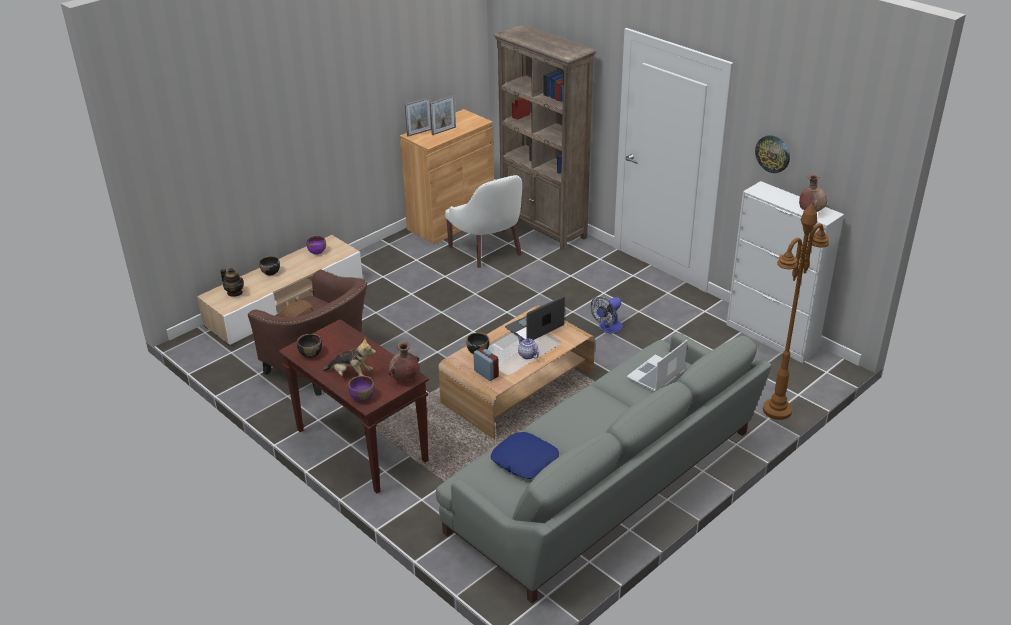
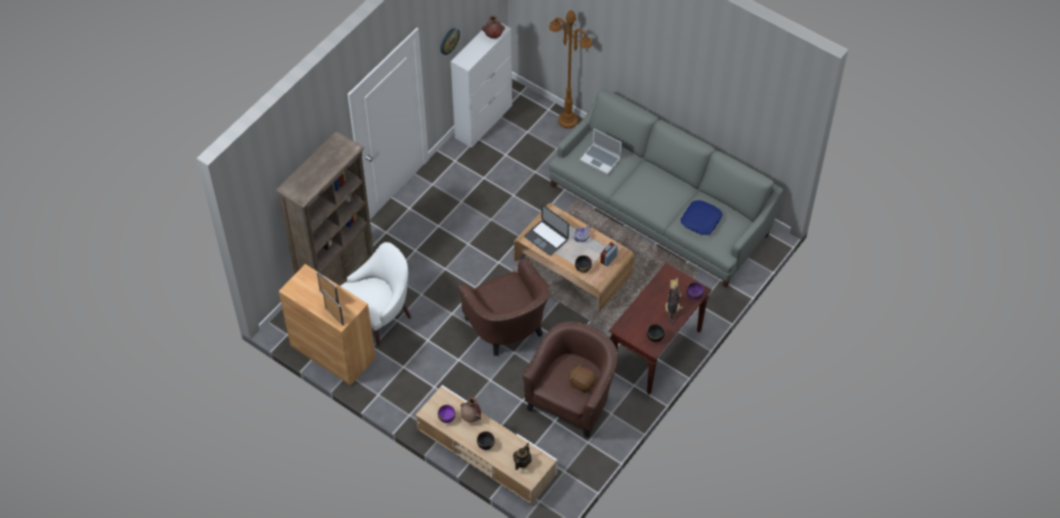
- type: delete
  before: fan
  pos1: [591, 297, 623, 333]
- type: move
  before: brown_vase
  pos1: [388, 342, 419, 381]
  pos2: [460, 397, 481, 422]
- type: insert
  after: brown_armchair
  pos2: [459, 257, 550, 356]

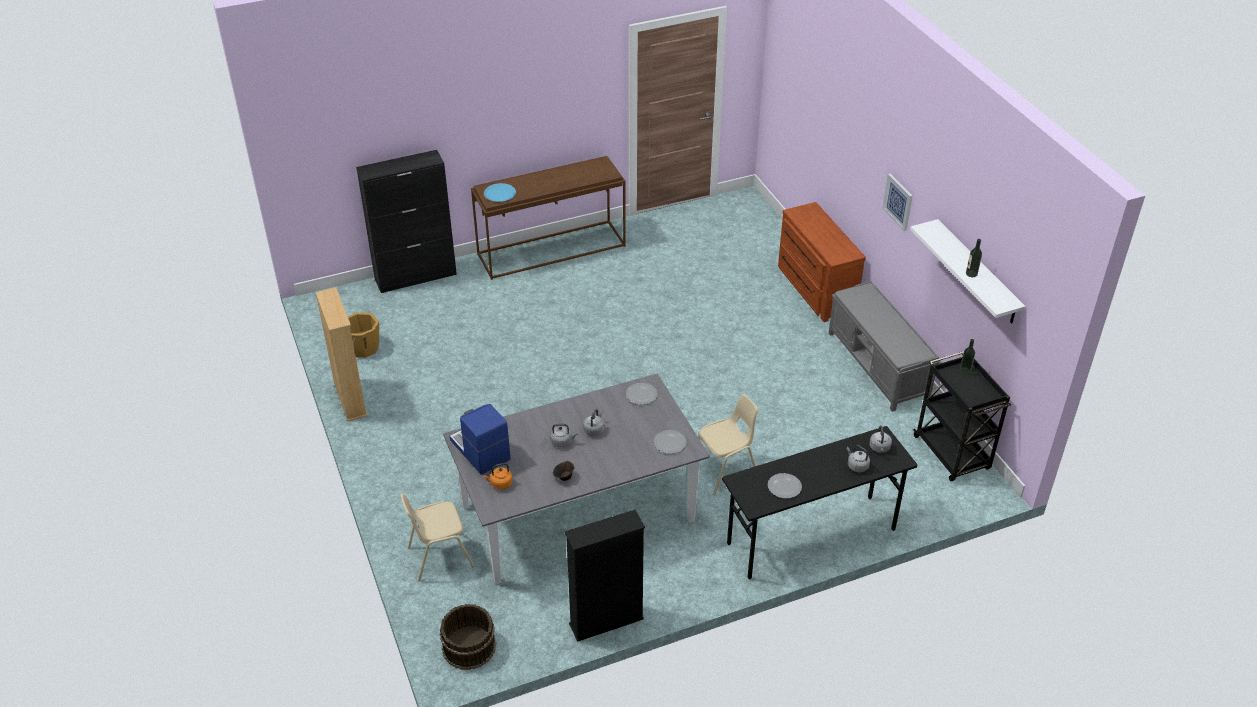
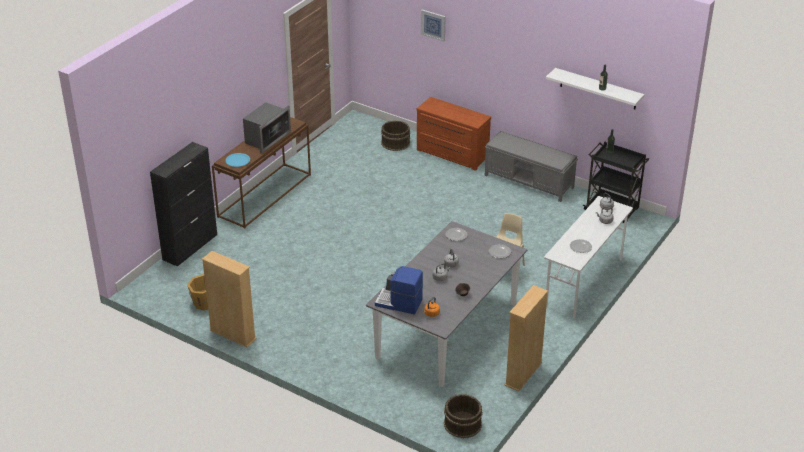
- type: move
  before: picture
  pos1: [882, 173, 913, 231]
  pos2: [421, 10, 446, 42]
- type: recolor
  before: black_desk
  after: white_desk
  pos1: [722, 426, 917, 579]
  pos2: [544, 196, 633, 318]
- type: delete
  before: beige_chair
  pos1: [400, 494, 474, 581]
- type: recolor
  before: black_bookcase
  after: beige_bookcase
  pos1: [564, 510, 645, 642]
  pos2: [505, 285, 548, 391]
- type: insert
  after: microwave
  pos2: [243, 102, 291, 153]
- type: insert
  after: brown_bucket
  pos2: [381, 121, 410, 151]

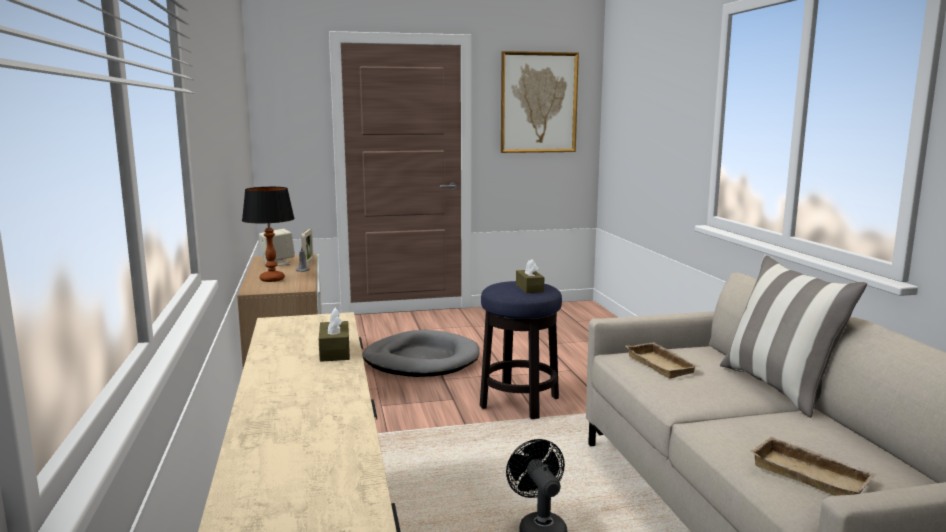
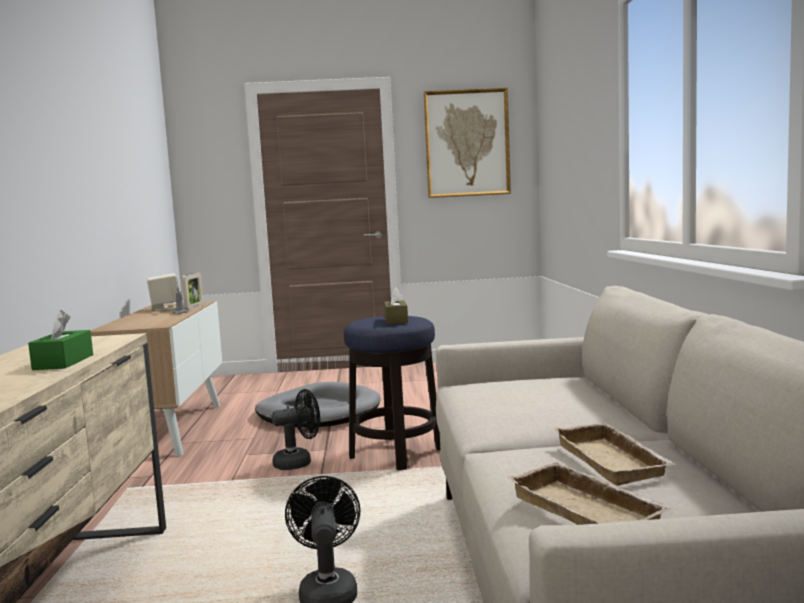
- type: delete
  before: table_lamp
  pos1: [242, 187, 295, 282]
- type: delete
  before: pillow
  pos1: [720, 255, 867, 418]
- type: recolor
  before: brown_tissue_box
  after: green_tissue_box
  pos1: [319, 307, 350, 362]
  pos2: [28, 310, 93, 370]
- type: move
  before: beige_tray
  pos1: [626, 342, 701, 379]
  pos2: [553, 423, 677, 486]
- type: insert
  after: black_fan
  pos2: [272, 389, 320, 470]

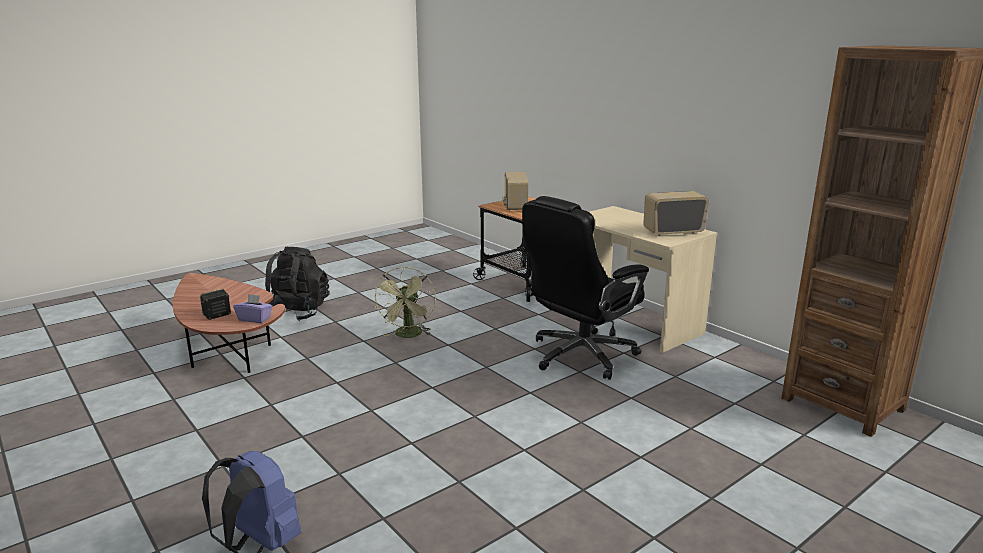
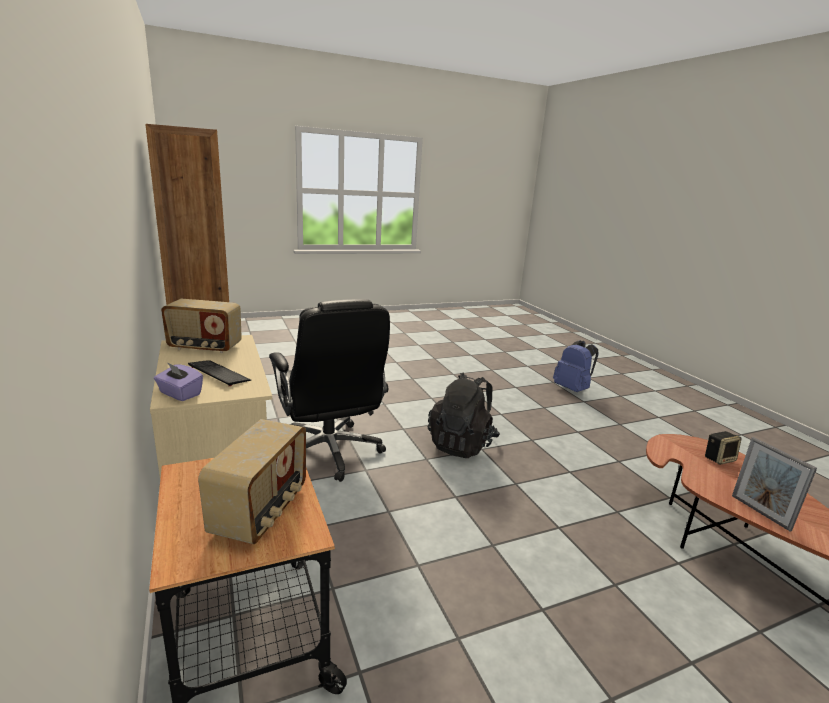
- type: rotate
  before: black_office_chair
  pos1: [522, 196, 649, 380]
  pos2: [269, 299, 390, 482]
  turn: 90
- type: move
  before: black_backpack
  pos1: [265, 247, 330, 321]
  pos2: [428, 373, 500, 458]
- type: delete
  before: green_fan
  pos1: [375, 266, 436, 338]
- type: move
  before: purple_tissue_box
  pos1: [233, 294, 272, 323]
  pos2: [154, 362, 203, 401]
- type: insert
  after: keyboard
  pos2: [188, 360, 251, 386]
- type: insert
  after: picture_frame
  pos2: [732, 437, 817, 532]

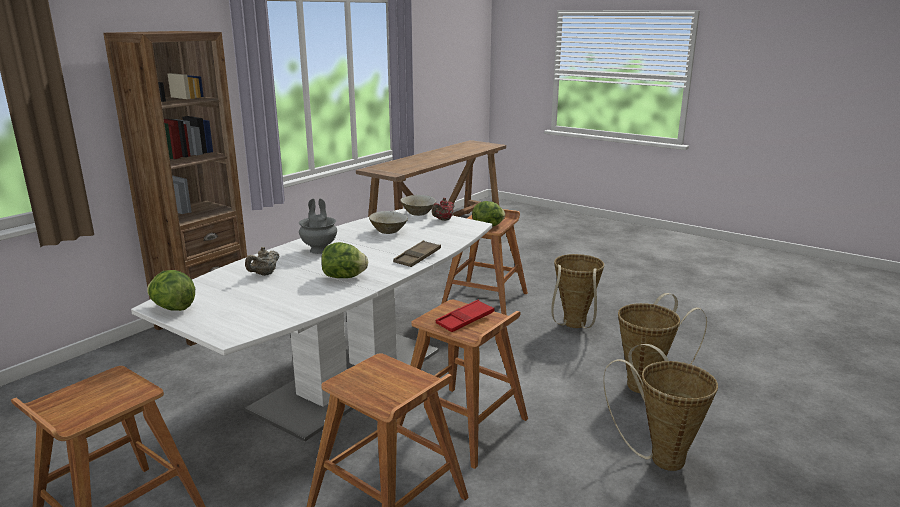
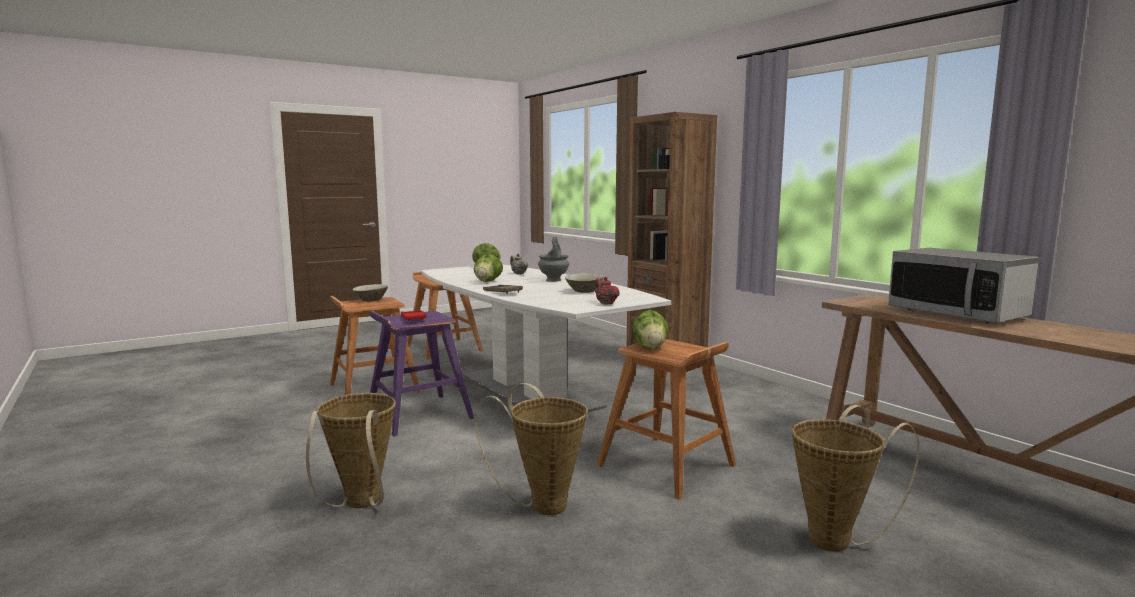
- type: move
  before: beige_bowl
  pos1: [401, 195, 436, 216]
  pos2: [352, 284, 388, 302]
- type: recolor
  before: brown_stool
  after: purple_stool
  pos1: [396, 300, 528, 469]
  pos2: [370, 311, 474, 436]
- type: move
  before: basket
  pos1: [603, 344, 718, 471]
  pos2: [792, 405, 920, 552]
- type: insert
  after: microwave
  pos2: [888, 248, 1039, 323]

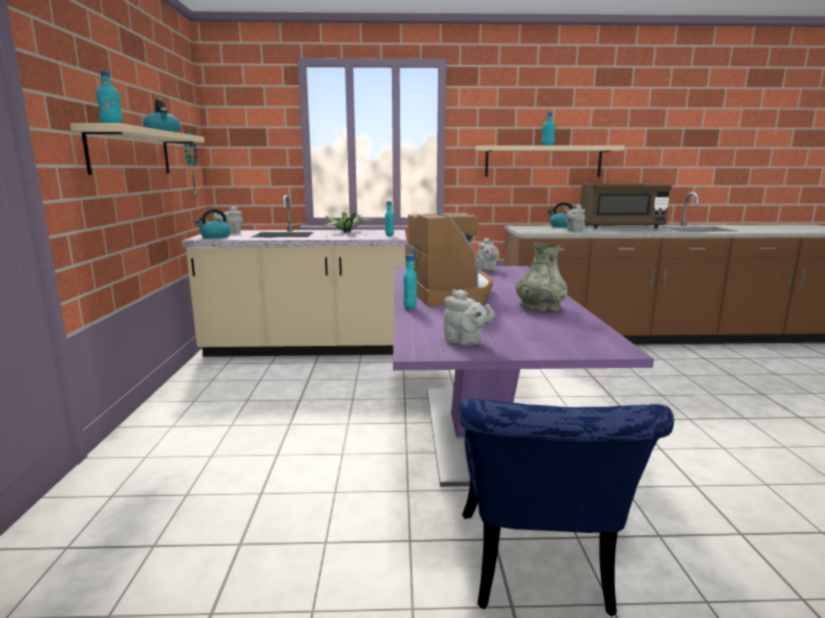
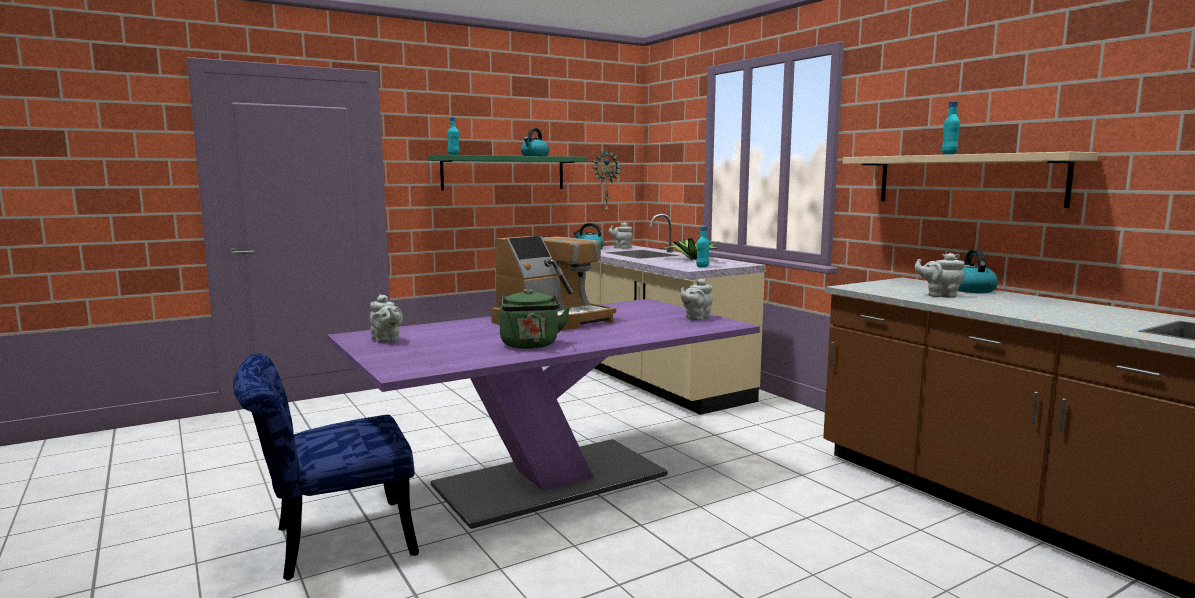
- type: recolor
  before: beige_shelf
  after: green_shelf
  pos1: [70, 123, 205, 175]
  pos2: [427, 155, 588, 191]
- type: delete
  before: brown_microwave
  pos1: [580, 184, 672, 228]
- type: replace
  before: grey_vase
  after: green_kettle
  pos1: [516, 243, 567, 312]
  pos2: [499, 289, 570, 349]
- type: delete
  before: turquoise_bottle
  pos1: [403, 254, 417, 310]
- type: rotate
  before: grey_teapot
  pos1: [443, 289, 495, 346]
  pos2: [370, 294, 403, 342]
  turn: -45

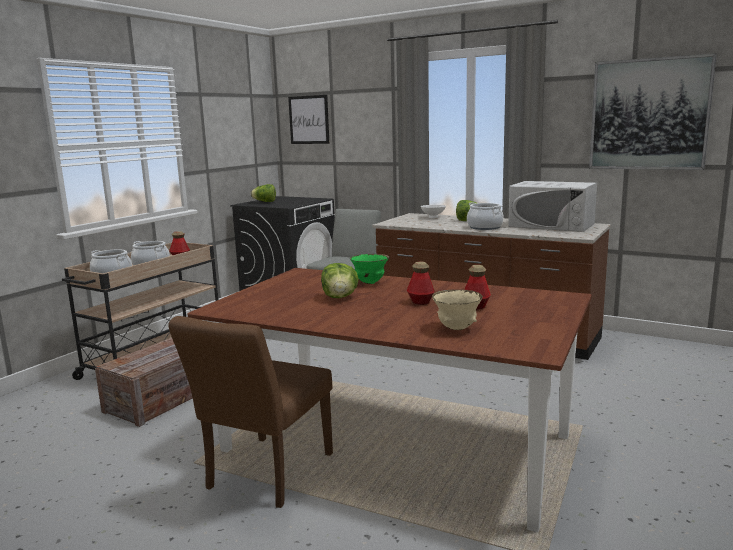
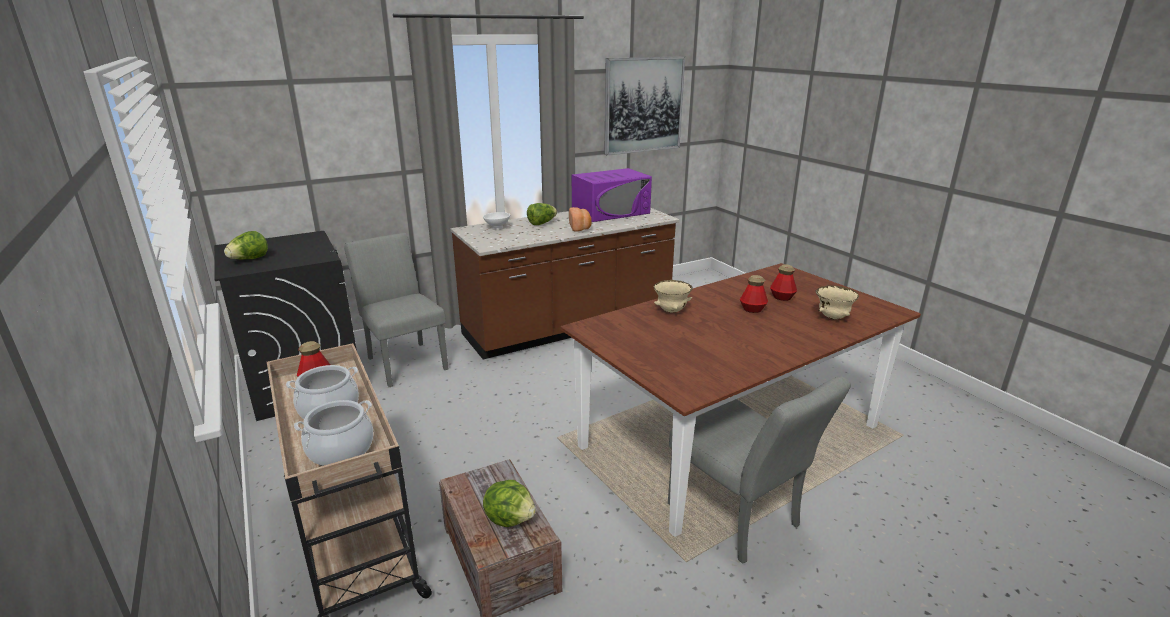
- type: delete
  before: picture
  pos1: [288, 95, 329, 144]
- type: recolor
  before: white_microwave
  after: purple_microwave
  pos1: [508, 181, 597, 232]
  pos2: [572, 168, 652, 222]
- type: replace
  before: cooking_pot
  after: bread
  pos1: [467, 202, 504, 230]
  pos2: [569, 207, 592, 232]
- type: recolor
  before: green_bowl
  after: beige_bowl
  pos1: [350, 254, 390, 284]
  pos2: [654, 280, 693, 313]
- type: move
  before: lettuce
  pos1: [321, 263, 359, 298]
  pos2: [483, 480, 536, 527]
- type: recolor
  before: brown_chair
  after: grey_chair
  pos1: [168, 316, 333, 508]
  pos2: [668, 376, 851, 564]

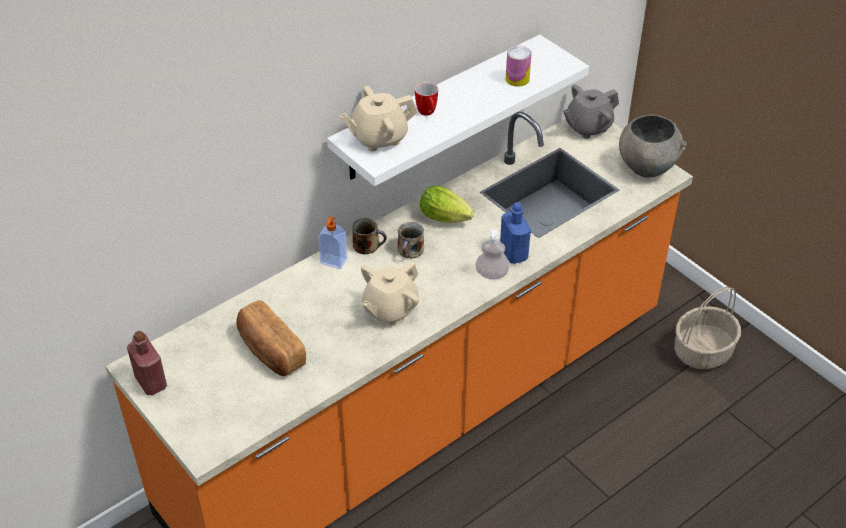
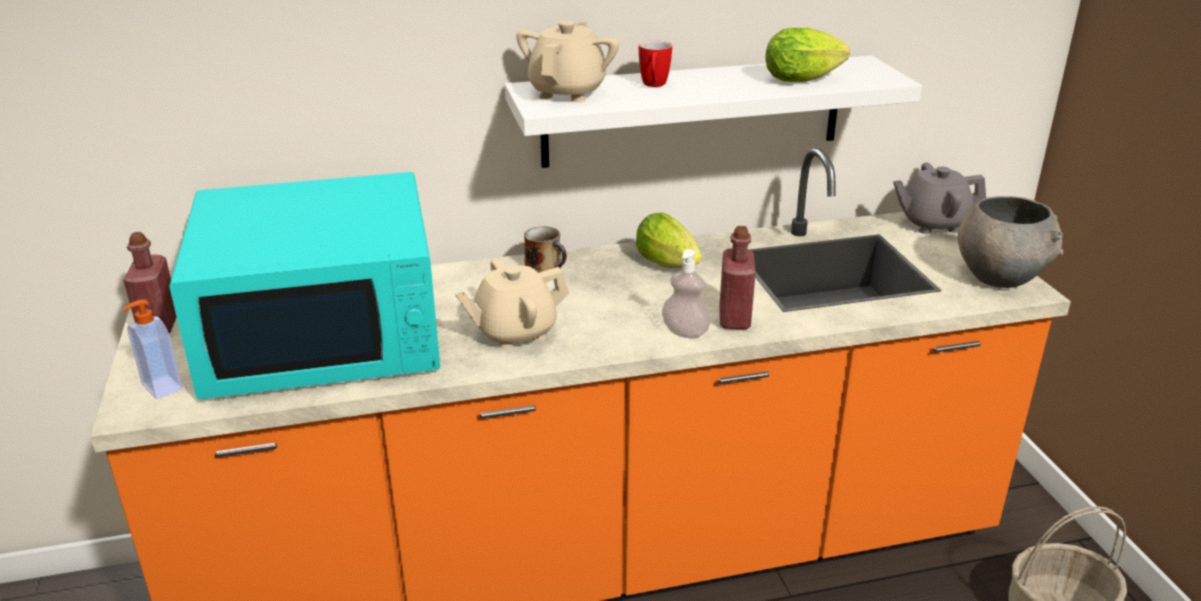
- type: replace
  before: can
  after: lettuce
  pos1: [506, 46, 531, 87]
  pos2: [766, 28, 850, 82]
- type: rotate
  before: beige_teapot
  pos1: [340, 86, 417, 151]
  pos2: [516, 21, 619, 102]
  turn: 105
- type: recolor
  before: blue_bottle
  after: red_bottle
  pos1: [500, 202, 531, 264]
  pos2: [719, 226, 756, 330]
- type: move
  before: soap_dispenser
  pos1: [318, 217, 348, 269]
  pos2: [123, 300, 183, 399]
- type: delete
  before: mug
  pos1: [398, 222, 424, 258]
- type: replace
  before: bread
  after: turquoise_microwave
  pos1: [236, 300, 306, 376]
  pos2: [170, 172, 440, 399]

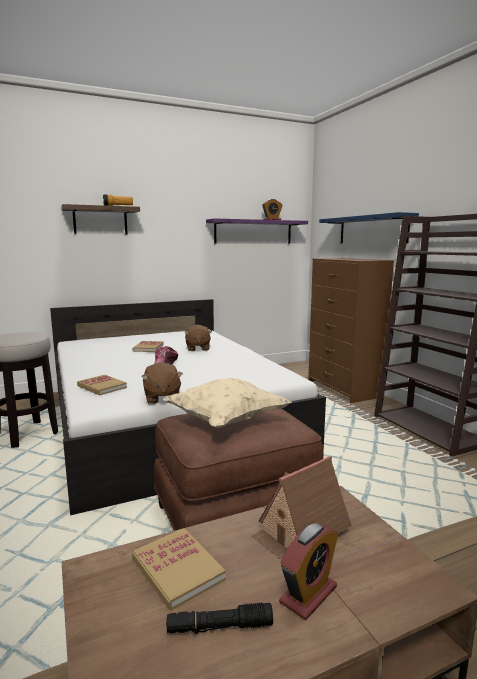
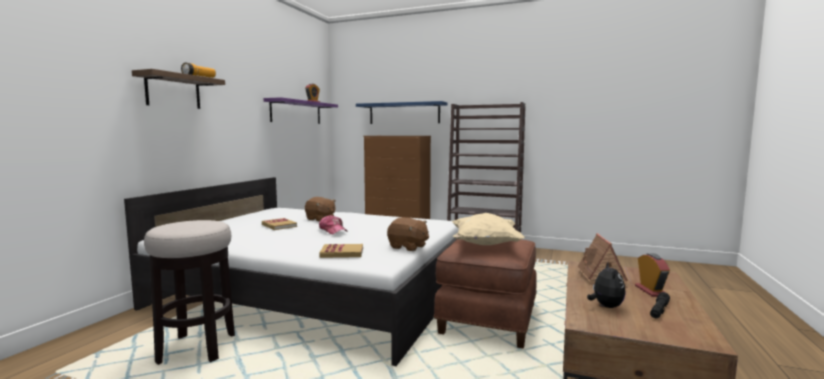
- type: replace
  before: book
  after: plush_toy
  pos1: [132, 528, 226, 610]
  pos2: [587, 262, 626, 308]

